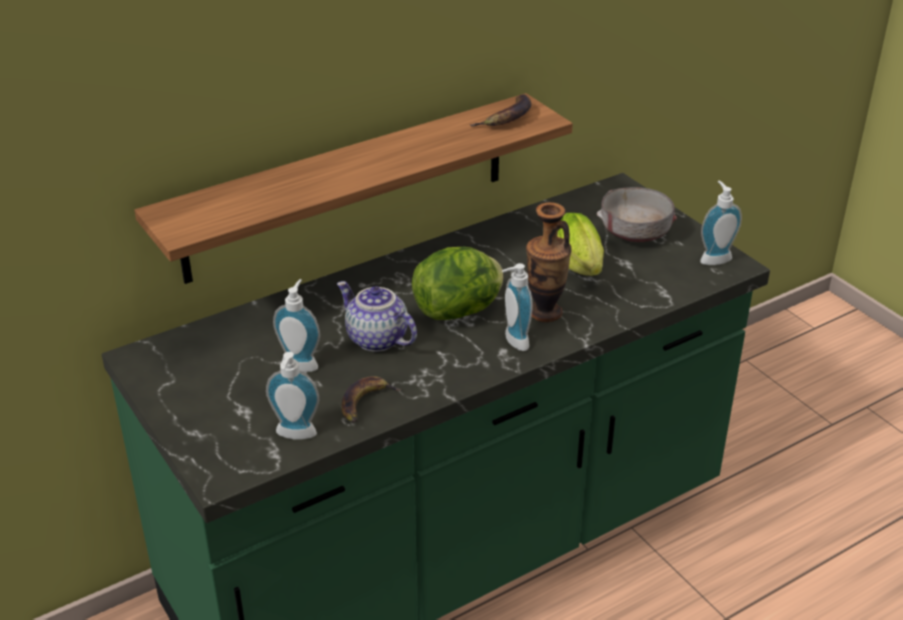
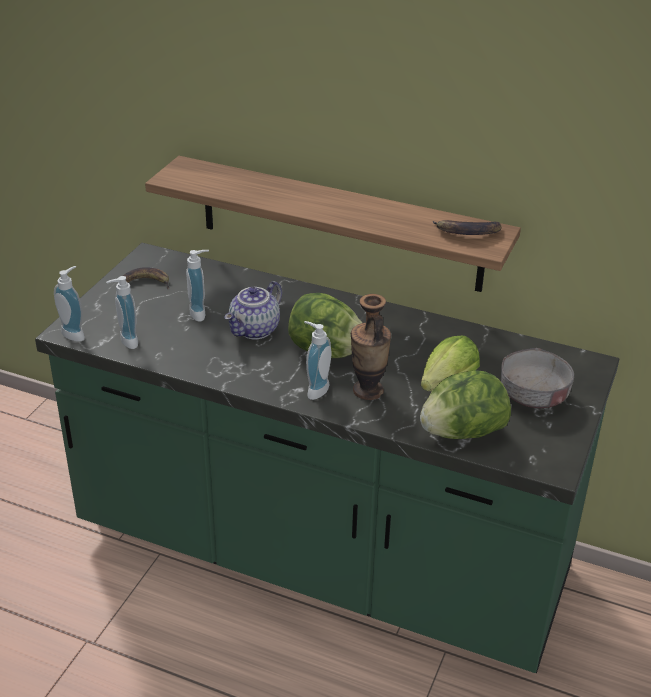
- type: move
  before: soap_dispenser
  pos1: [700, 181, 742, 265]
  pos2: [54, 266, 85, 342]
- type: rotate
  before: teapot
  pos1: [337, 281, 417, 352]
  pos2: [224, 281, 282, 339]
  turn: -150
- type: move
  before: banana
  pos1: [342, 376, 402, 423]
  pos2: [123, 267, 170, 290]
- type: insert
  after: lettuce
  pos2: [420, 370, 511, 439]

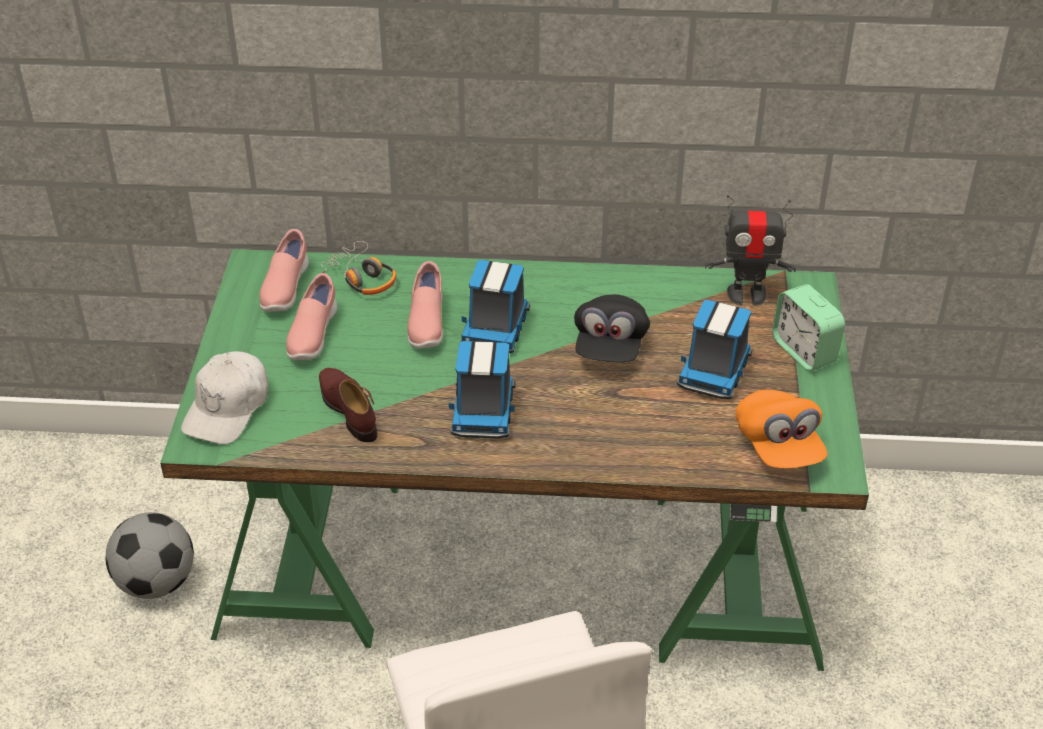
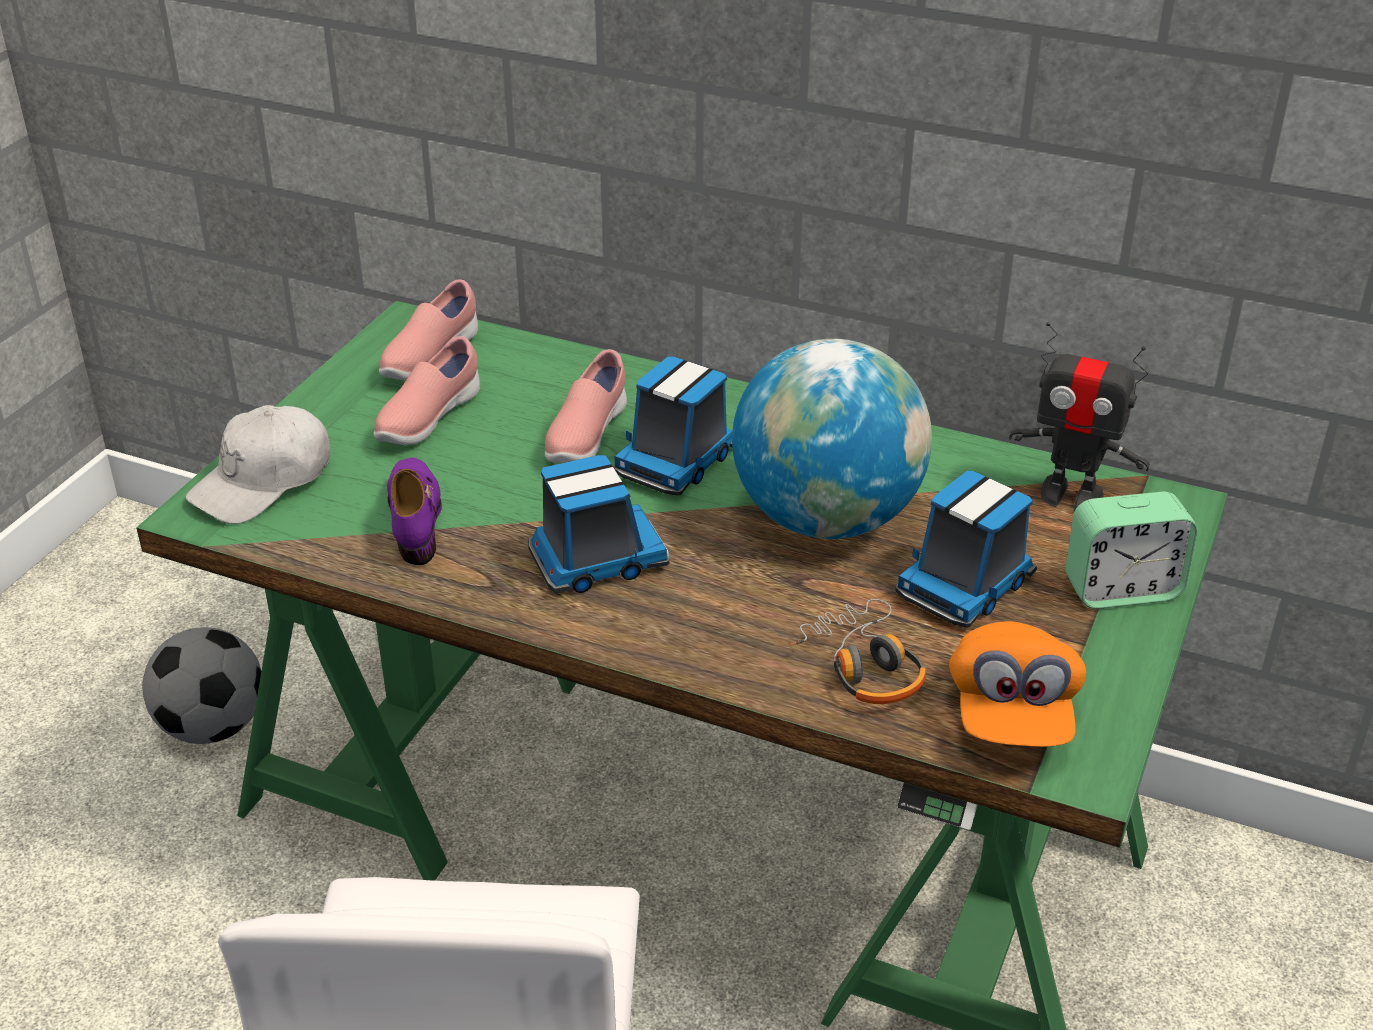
- type: move
  before: headphones
  pos1: [321, 241, 396, 295]
  pos2: [791, 599, 926, 704]
- type: rotate
  before: alarm_clock
  pos1: [772, 284, 845, 371]
  pos2: [1065, 491, 1198, 609]
  turn: -90
- type: replace
  before: black_cap
  after: globe
  pos1: [574, 294, 650, 362]
  pos2: [732, 339, 932, 539]
- type: rotate
  before: toy_truck
  pos1: [449, 341, 515, 439]
  pos2: [528, 455, 669, 593]
  turn: -135
- type: recolor
  before: brown_shoe
  after: purple_shoe
  pos1: [319, 368, 377, 442]
  pos2: [387, 458, 442, 565]

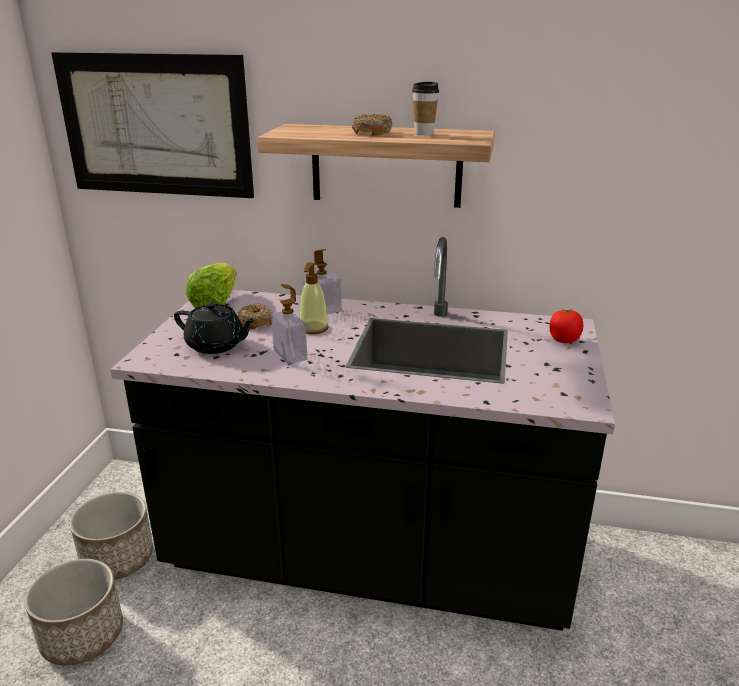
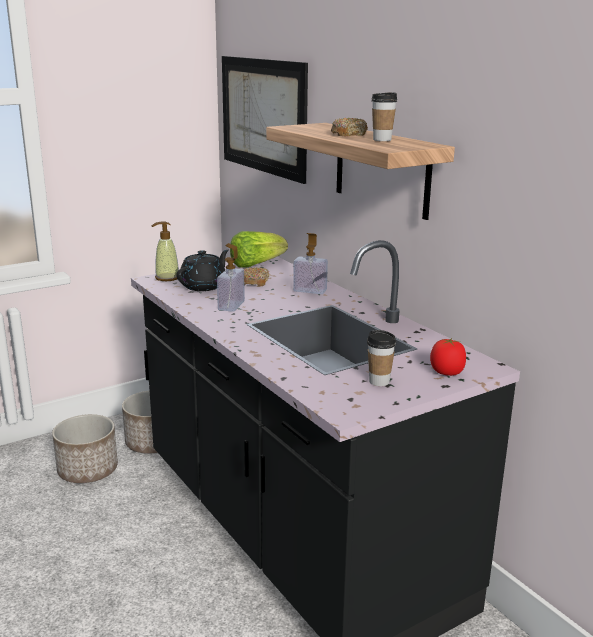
- type: move
  before: soap_dispenser
  pos1: [299, 262, 329, 334]
  pos2: [151, 221, 179, 281]
- type: rotate
  before: black_teapot
  pos1: [174, 302, 257, 354]
  pos2: [177, 250, 229, 291]
  turn: -120
- type: insert
  after: cup
  pos2: [367, 330, 396, 386]

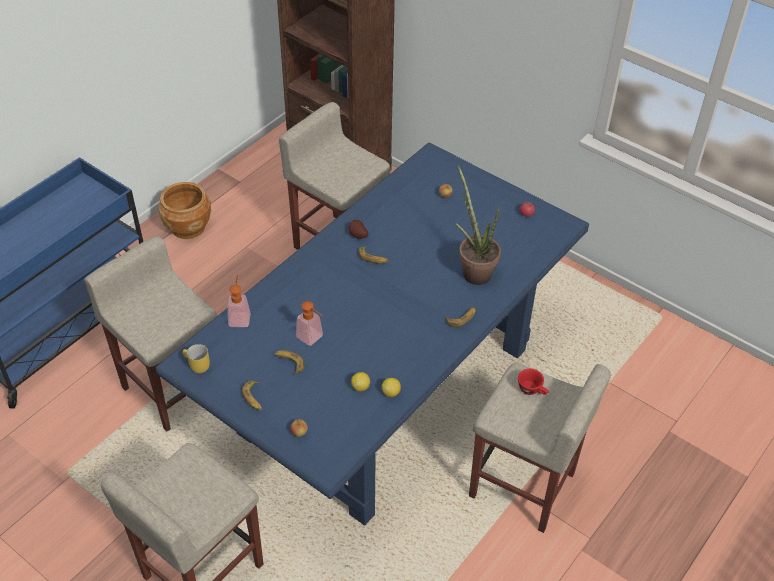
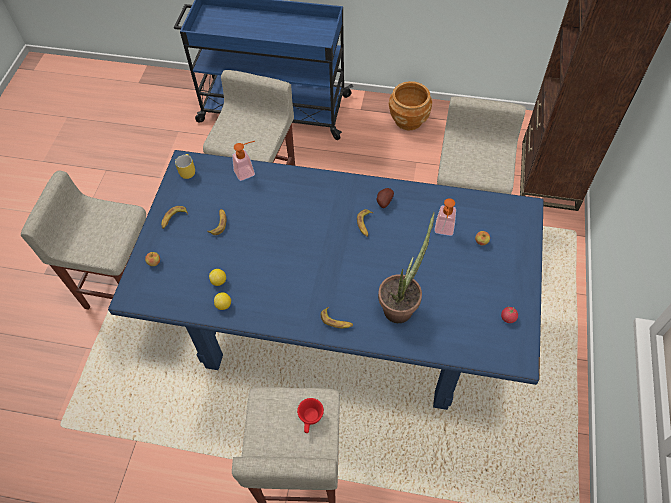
- type: move
  before: soap_dispenser
  pos1: [296, 301, 323, 346]
  pos2: [434, 198, 456, 236]

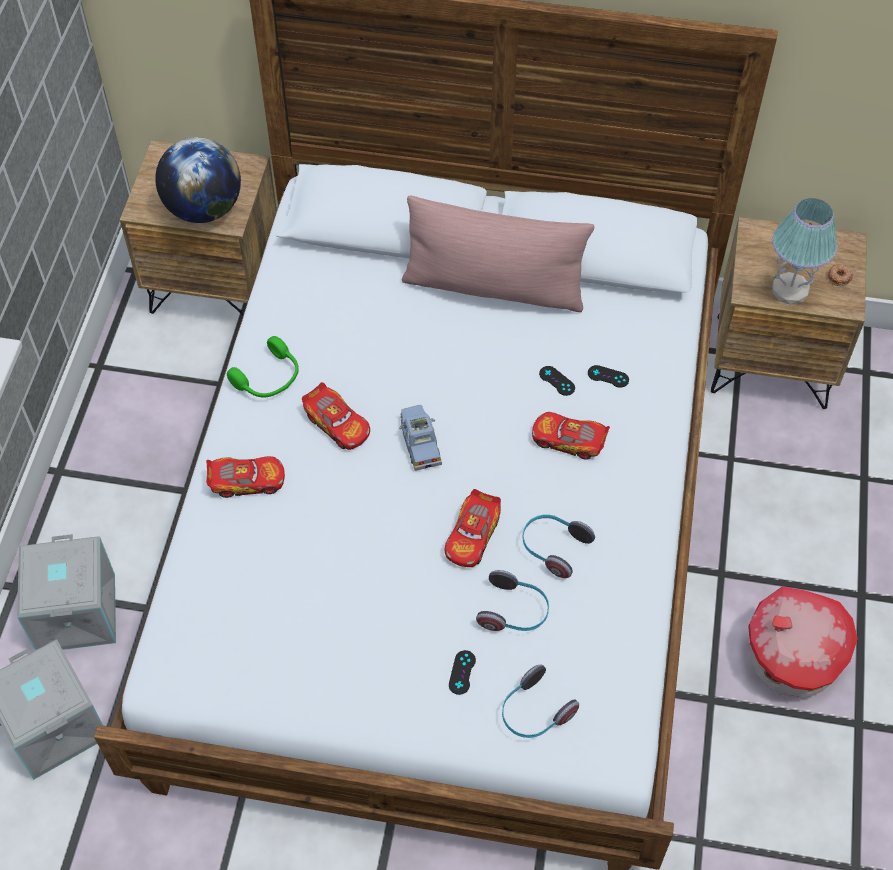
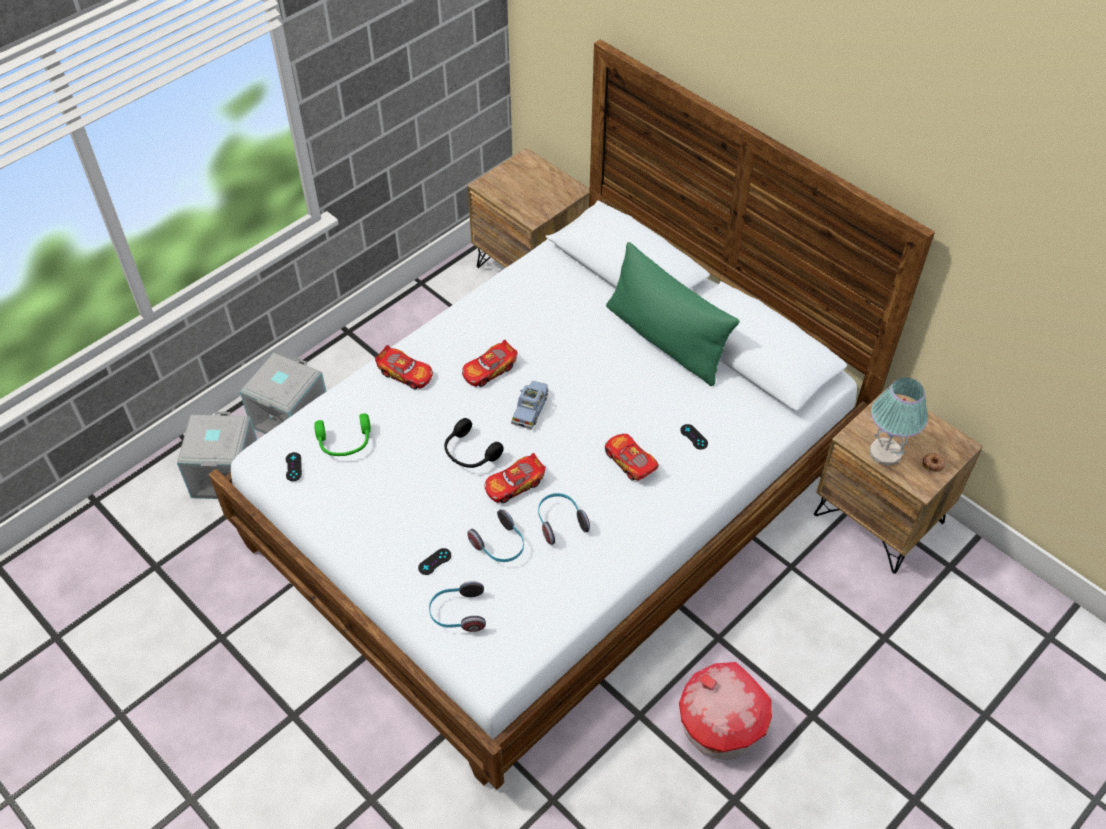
- type: delete
  before: globe
  pos1: [155, 137, 241, 223]
- type: recolor
  before: pink_pillow
  after: green_pillow
  pos1: [402, 195, 594, 312]
  pos2: [606, 242, 739, 386]
- type: move
  before: green_headphones
  pos1: [227, 336, 299, 397]
  pos2: [314, 413, 371, 456]
- type: move
  before: black_game_controller
  pos1: [539, 366, 575, 396]
  pos2: [286, 452, 302, 481]
- type: rotate
  before: toy_car
  pos1: [302, 382, 370, 450]
  pos2: [462, 340, 517, 387]
  turn: 60
- type: insert
  after: black_headphones
  pos2: [444, 418, 504, 468]

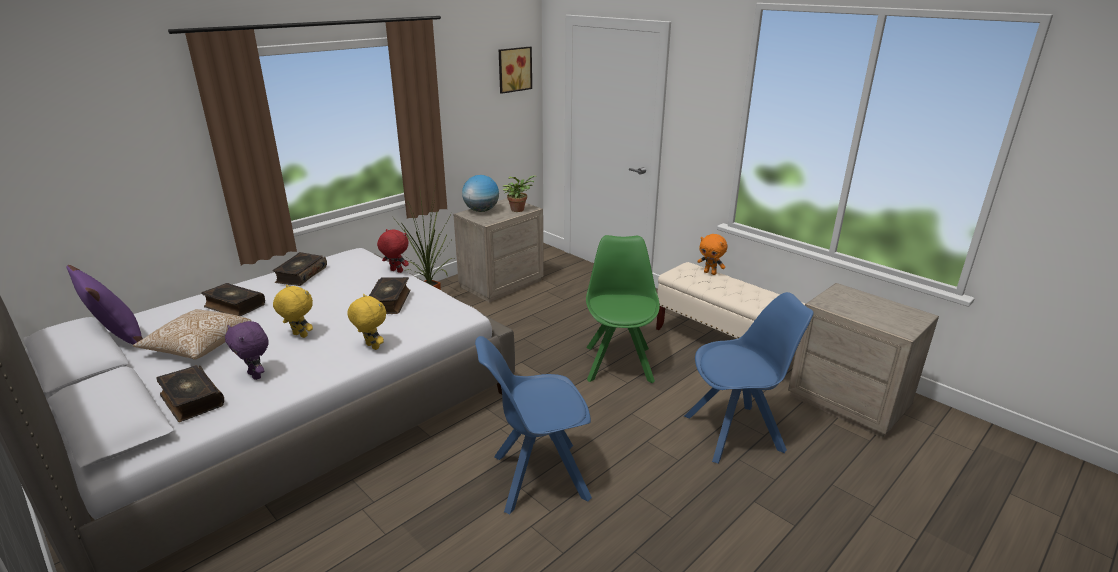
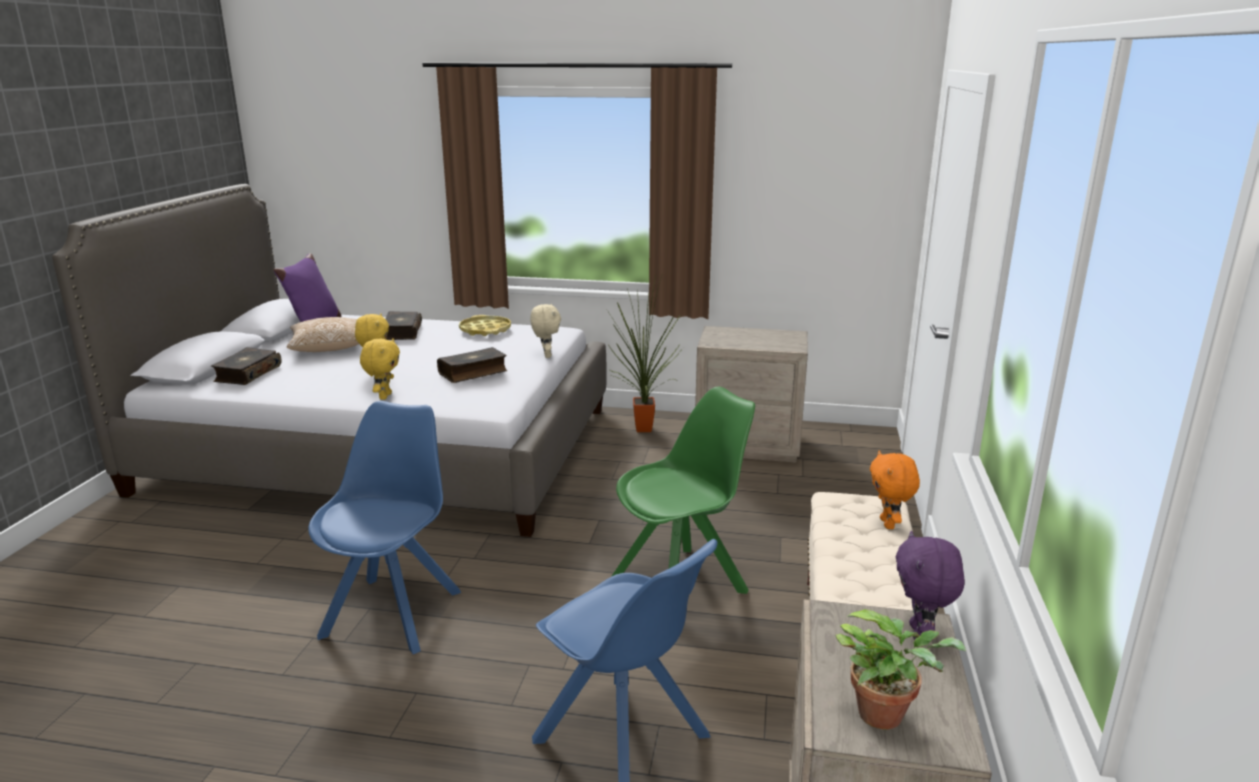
- type: delete
  before: picture
  pos1: [499, 47, 532, 94]
- type: delete
  before: globe
  pos1: [462, 175, 499, 212]
- type: move
  before: potted_plant
  pos1: [502, 175, 537, 212]
  pos2: [835, 609, 967, 730]
- type: recolor
  before: red_plush_toy
  after: beige_plush_toy
  pos1: [377, 229, 409, 273]
  pos2: [530, 304, 561, 358]
- type: replace
  before: book
  after: yellow_tray
  pos1: [272, 252, 327, 286]
  pos2: [459, 315, 511, 336]
- type: move
  before: purple_plush_toy
  pos1: [225, 321, 269, 380]
  pos2: [896, 531, 964, 640]
- type: rotate
  before: blue_chair
  pos1: [475, 336, 592, 514]
  pos2: [308, 401, 461, 654]
  turn: 60

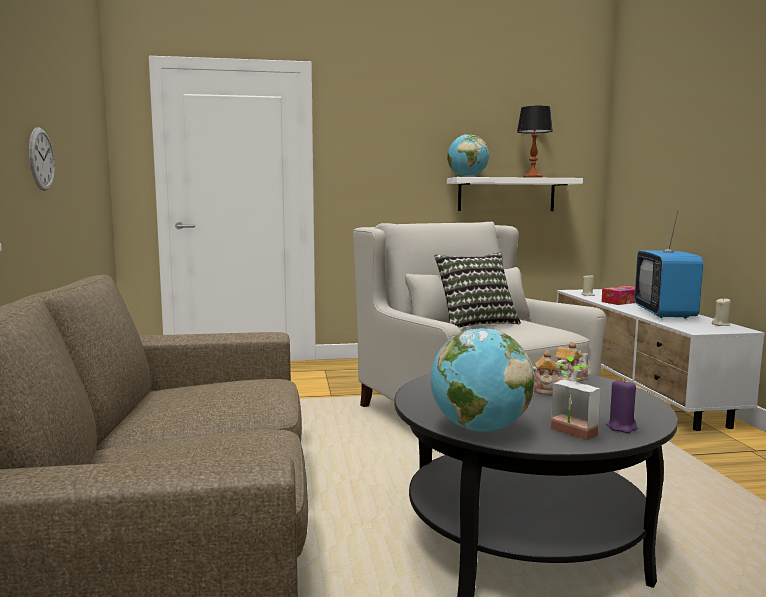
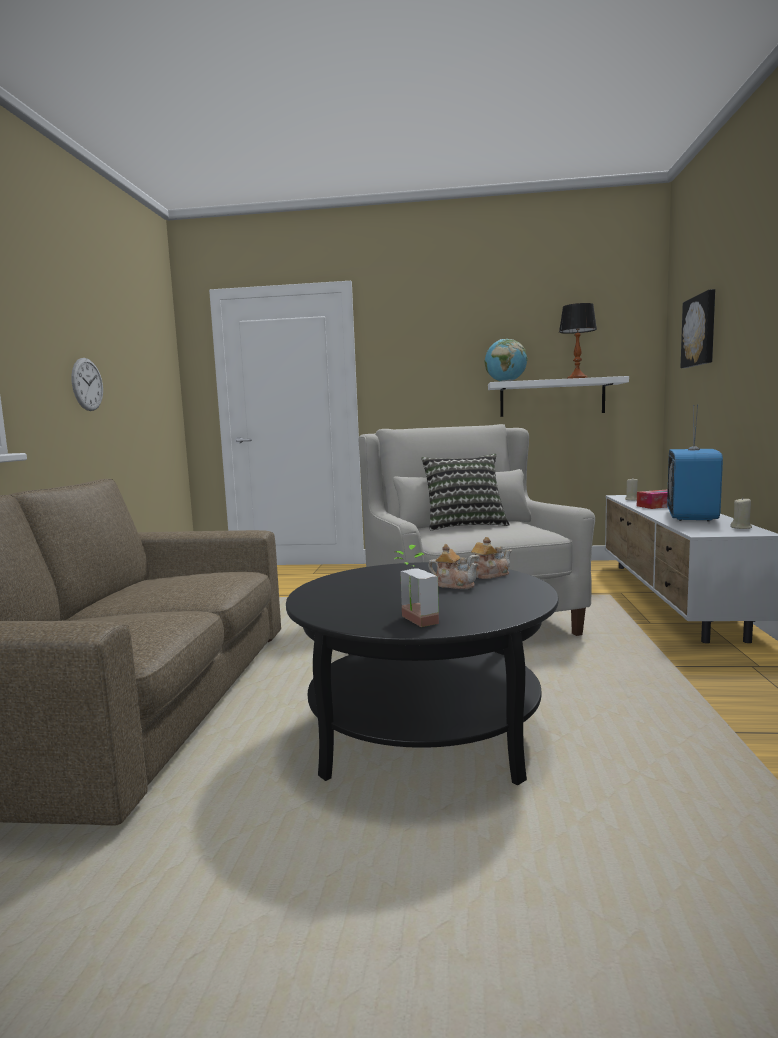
- type: delete
  before: globe
  pos1: [431, 328, 535, 432]
- type: delete
  before: purple_candle
  pos1: [606, 379, 637, 433]
- type: insert
  after: picture
  pos2: [680, 289, 715, 368]

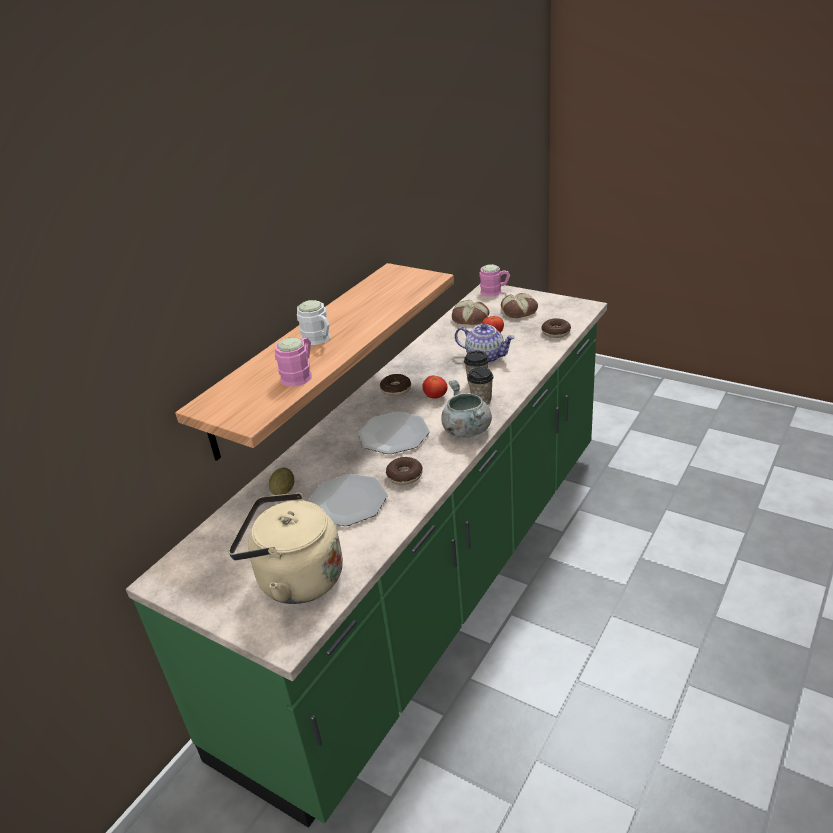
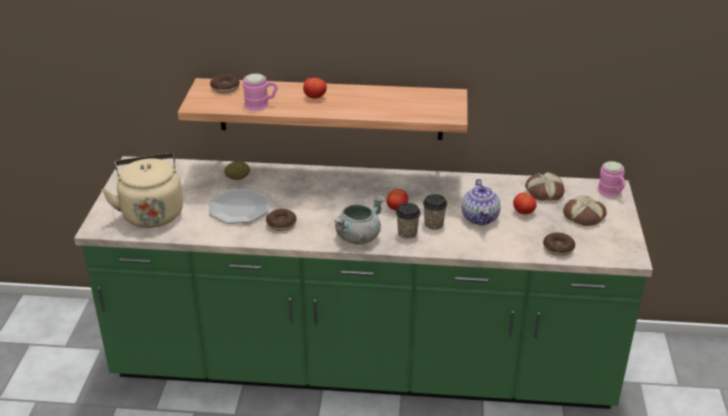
- type: replace
  before: white_mug
  after: tomato
  pos1: [297, 300, 330, 345]
  pos2: [303, 78, 327, 99]
- type: move
  before: donut
  pos1: [380, 374, 411, 396]
  pos2: [210, 74, 240, 93]
- type: delete
  before: plate
  pos1: [358, 412, 430, 454]

